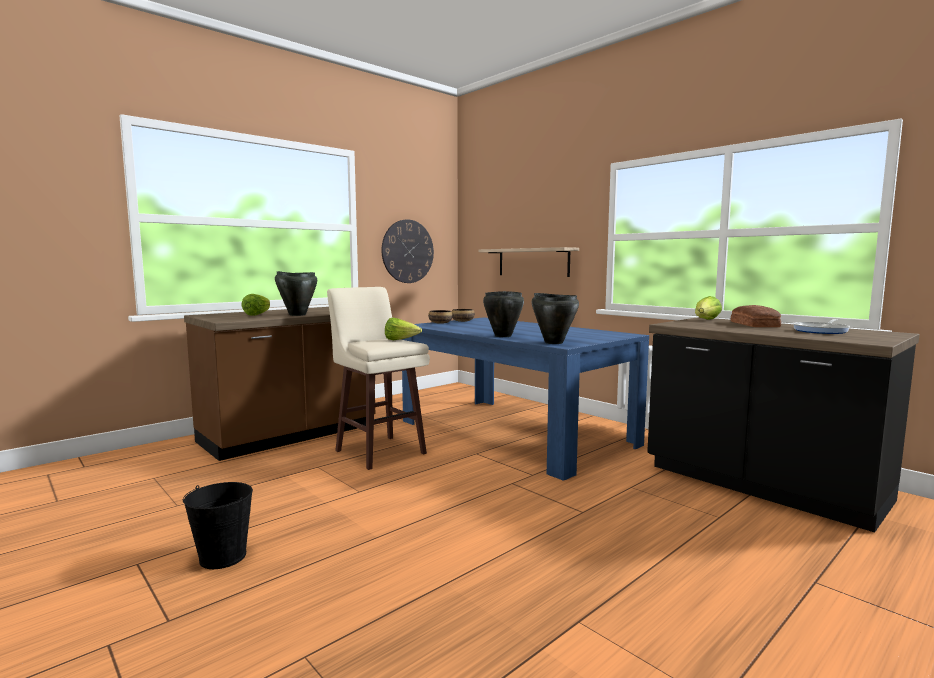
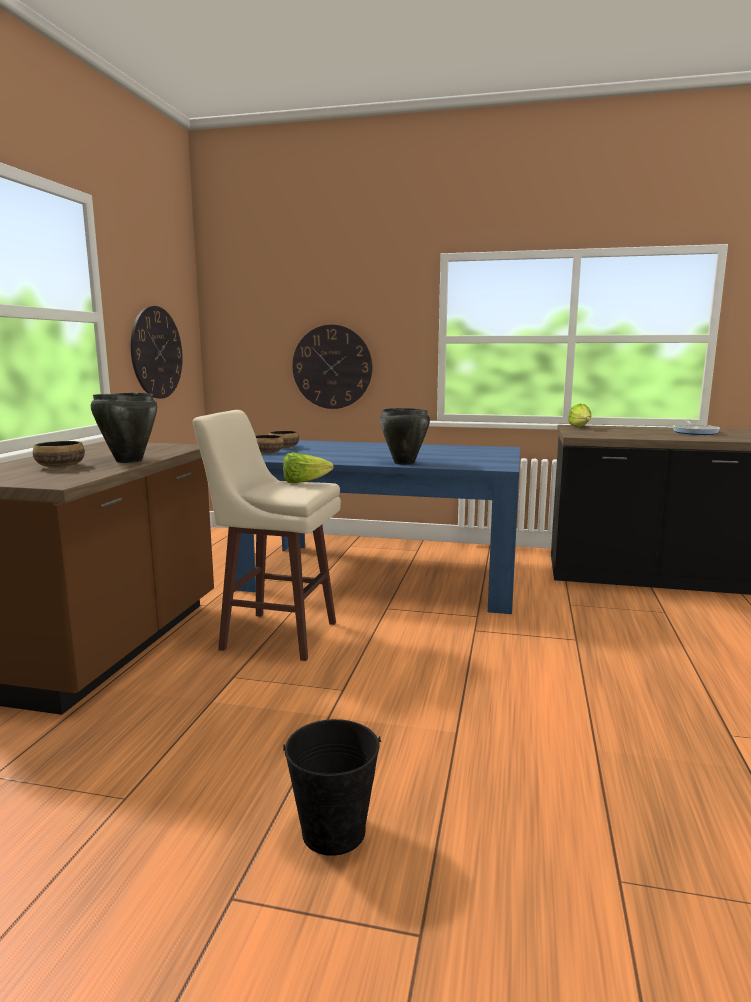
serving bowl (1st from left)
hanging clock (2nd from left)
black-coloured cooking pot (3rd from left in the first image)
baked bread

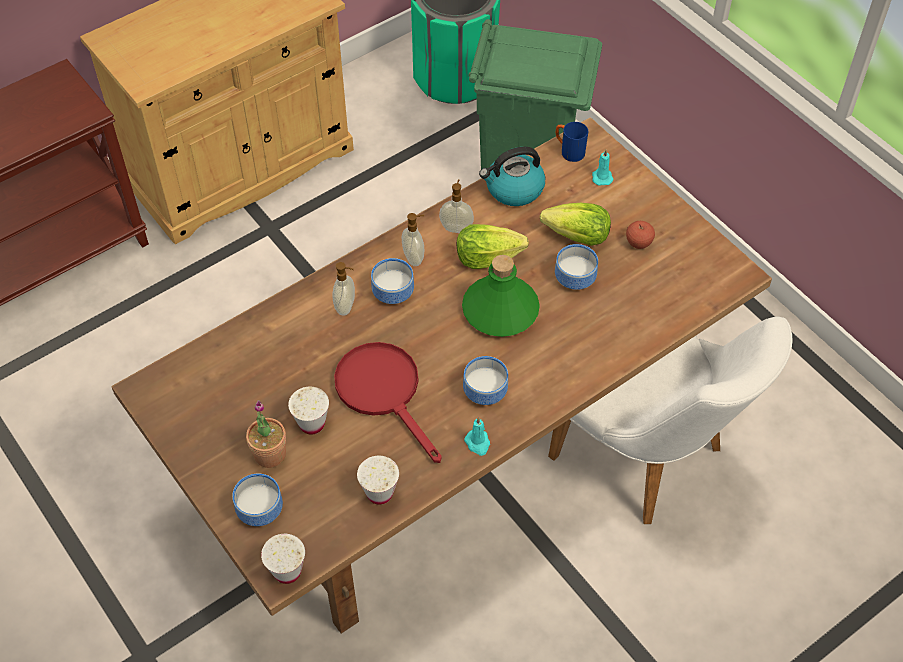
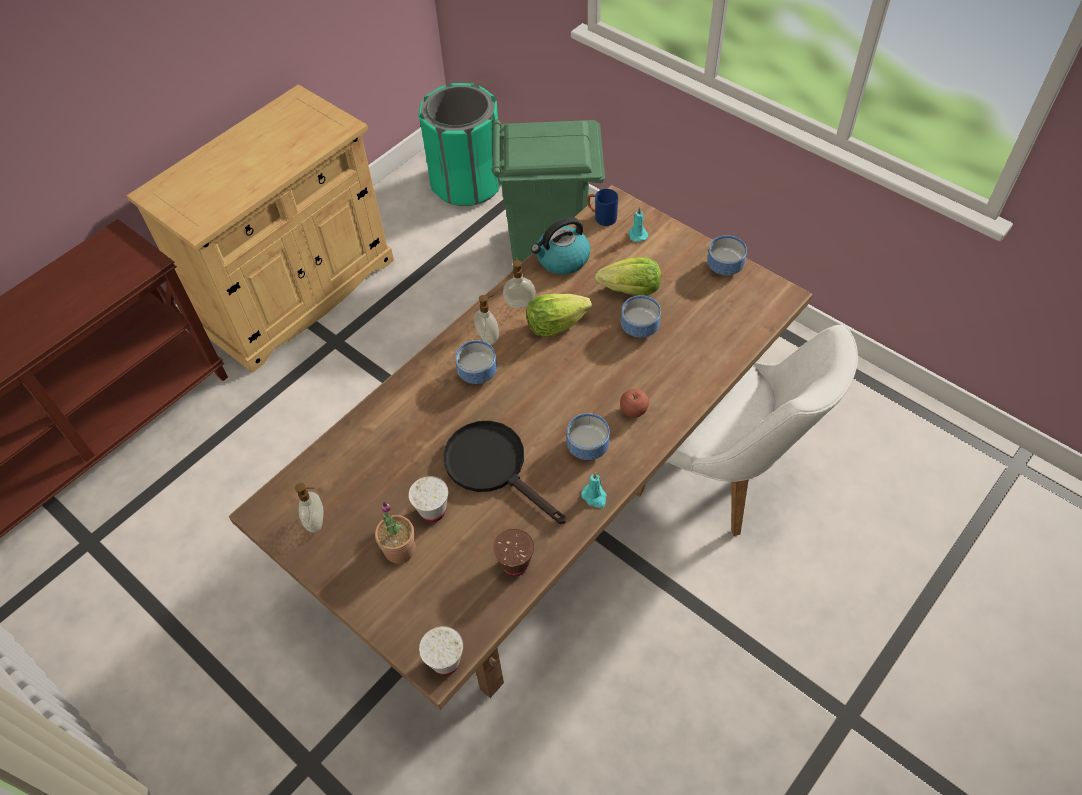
soap bottle (1st from left)
black-coloured pan
brown drinking cup
whole apple
serving bowl (4th from left)
green beverage bottle

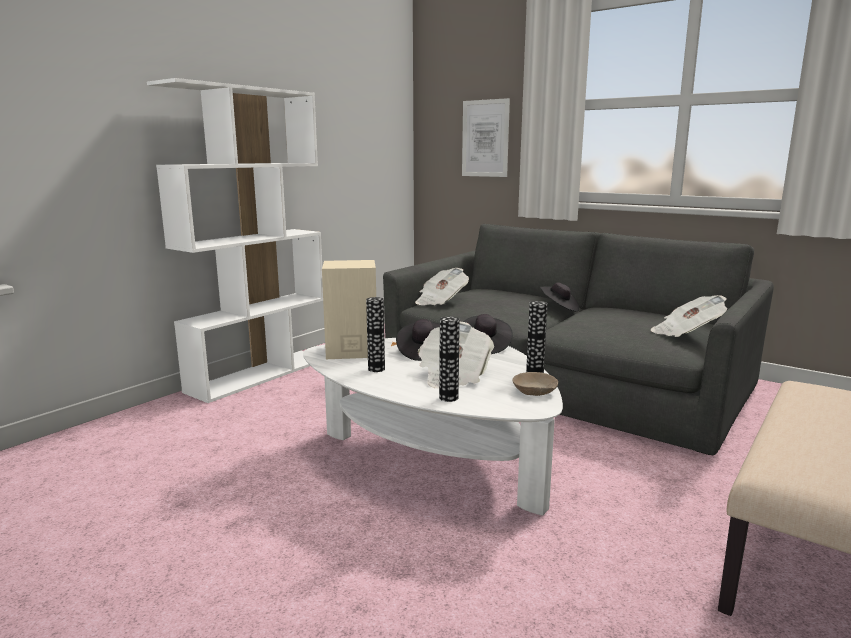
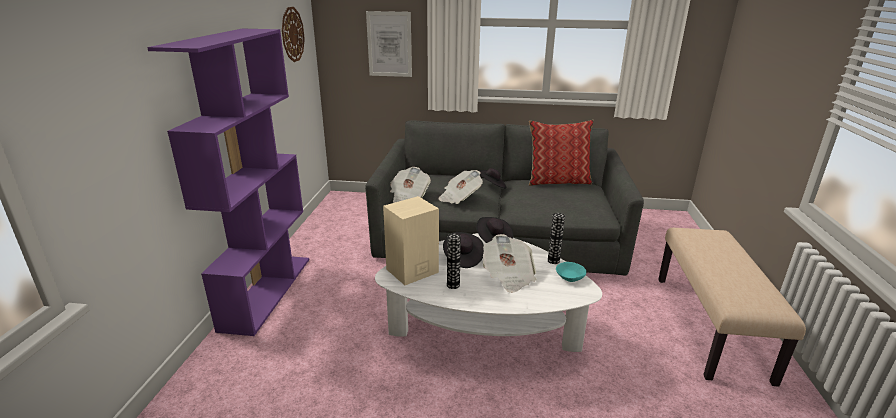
purplish bookcase
hanging clock
newspaper (2nd from left)
cushion
blue-green serving bowl
decorative vase (2nd from left in the first image)

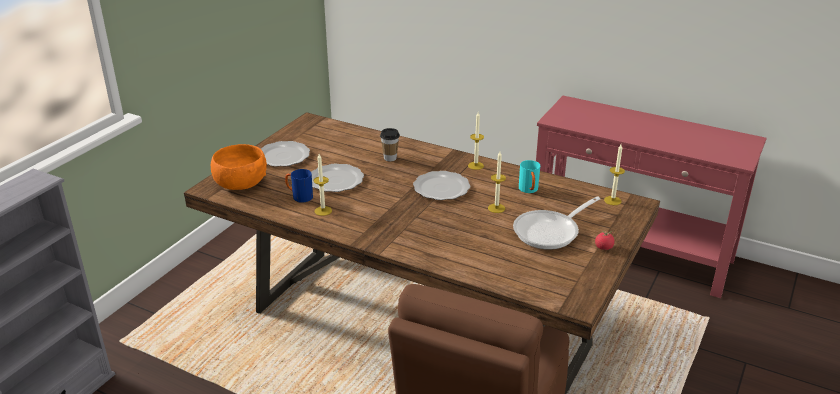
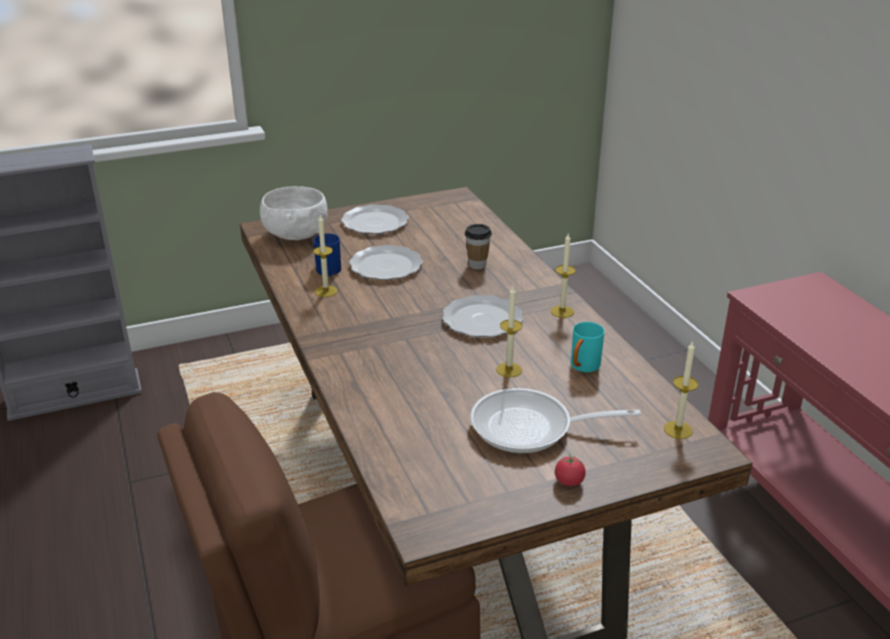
white-coloured serving bowl

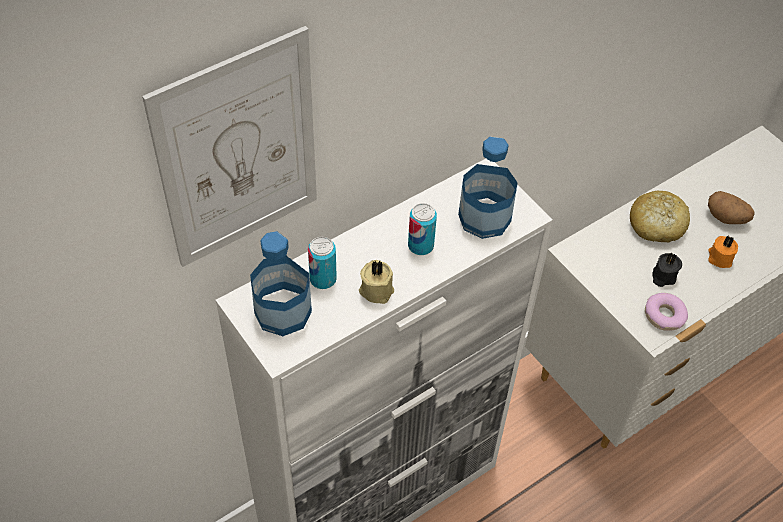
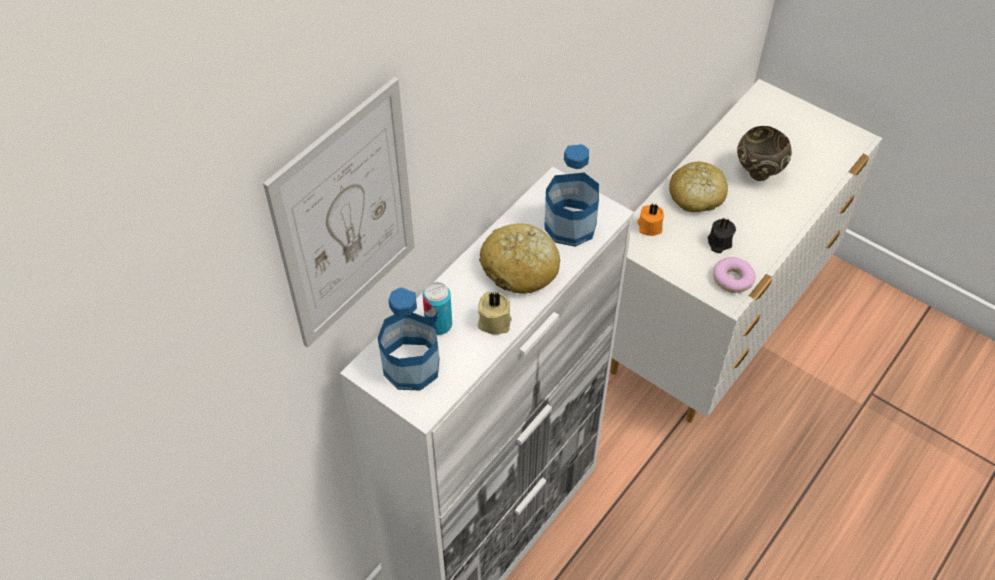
baked bread (1st from left)
orangey candle
brown serving bowl

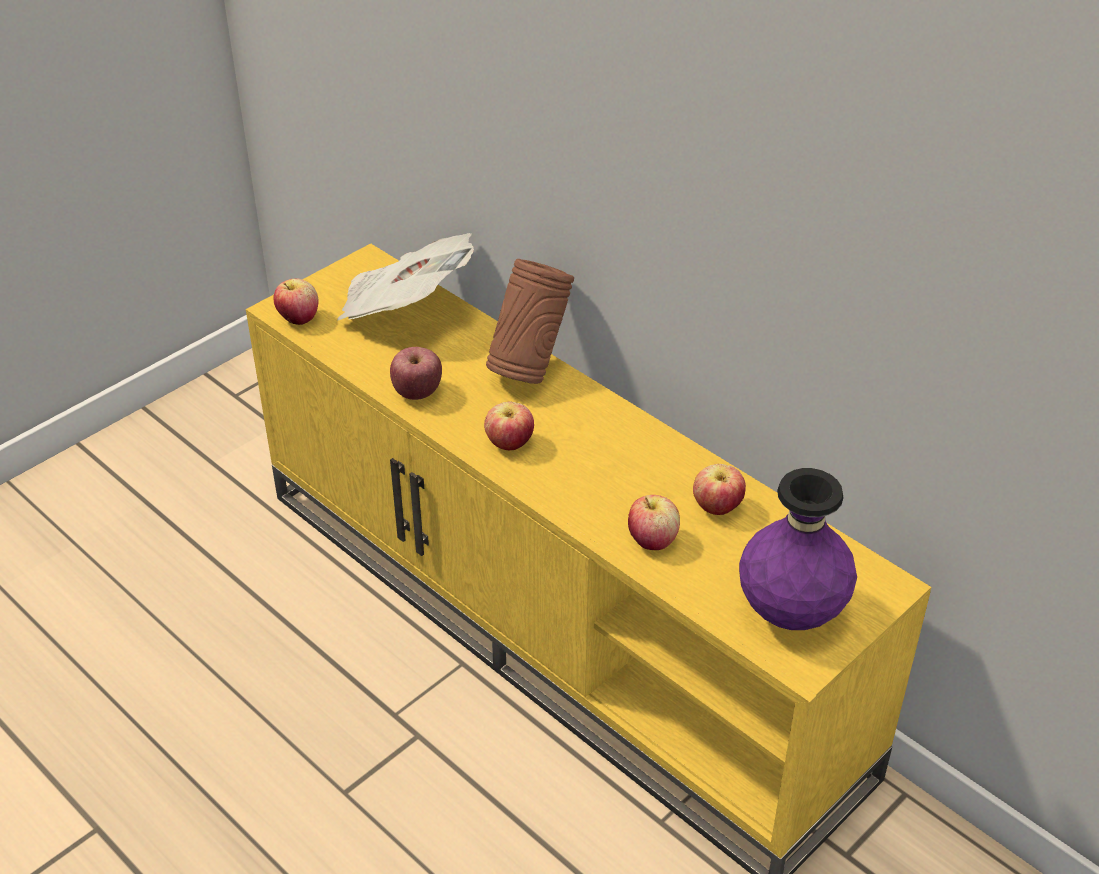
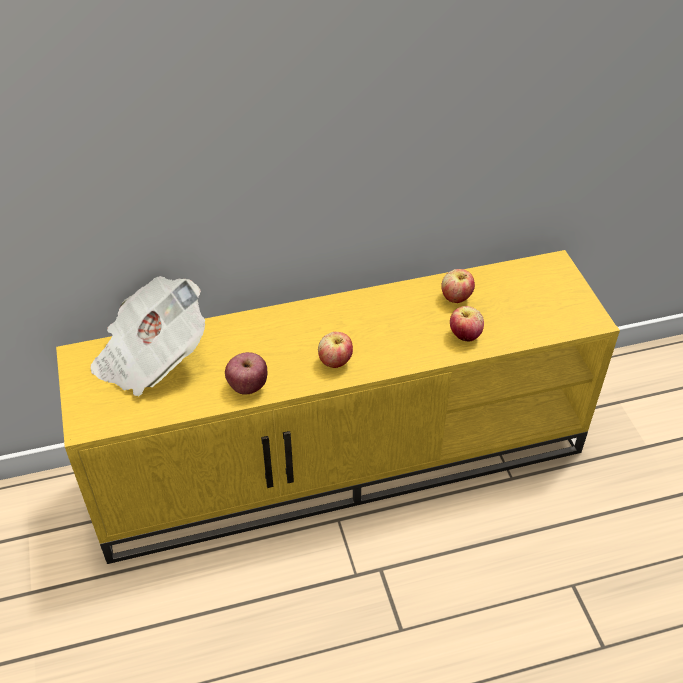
whole apple (1st from left in the first image)
brown decorative vase
purplish decorative vase

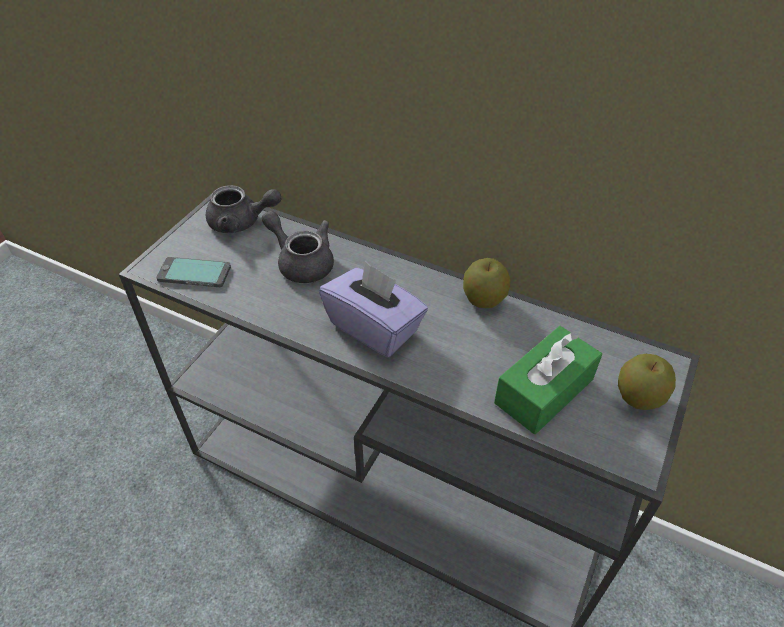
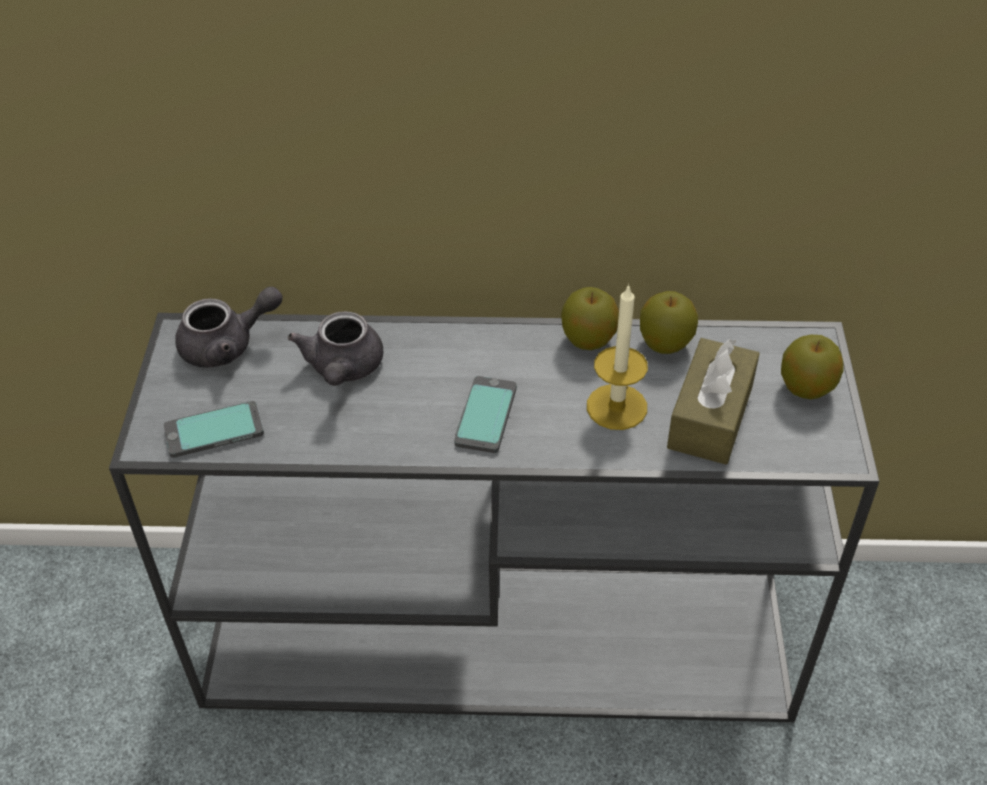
greyish pot for tea (2nd from left)
telephone (2nd from left)
candle
whole apple (2nd from left)
brown box of tissues

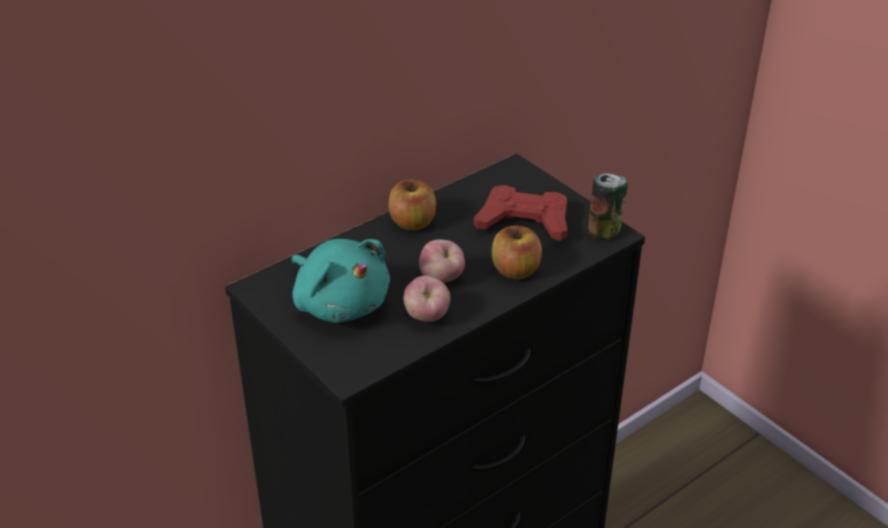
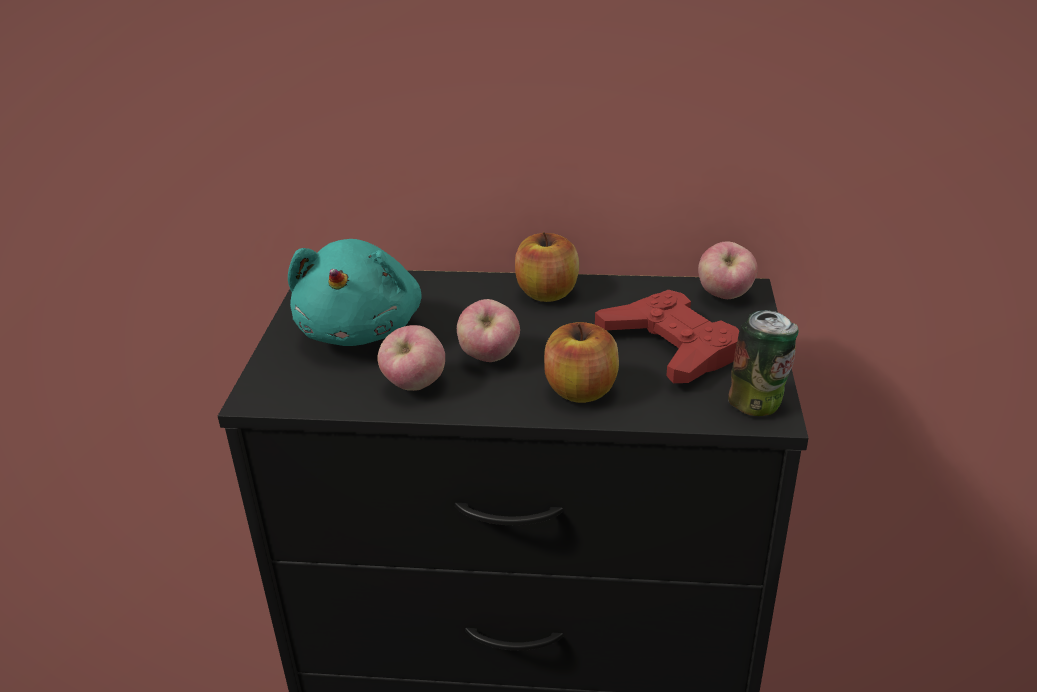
whole apple (5th from left)

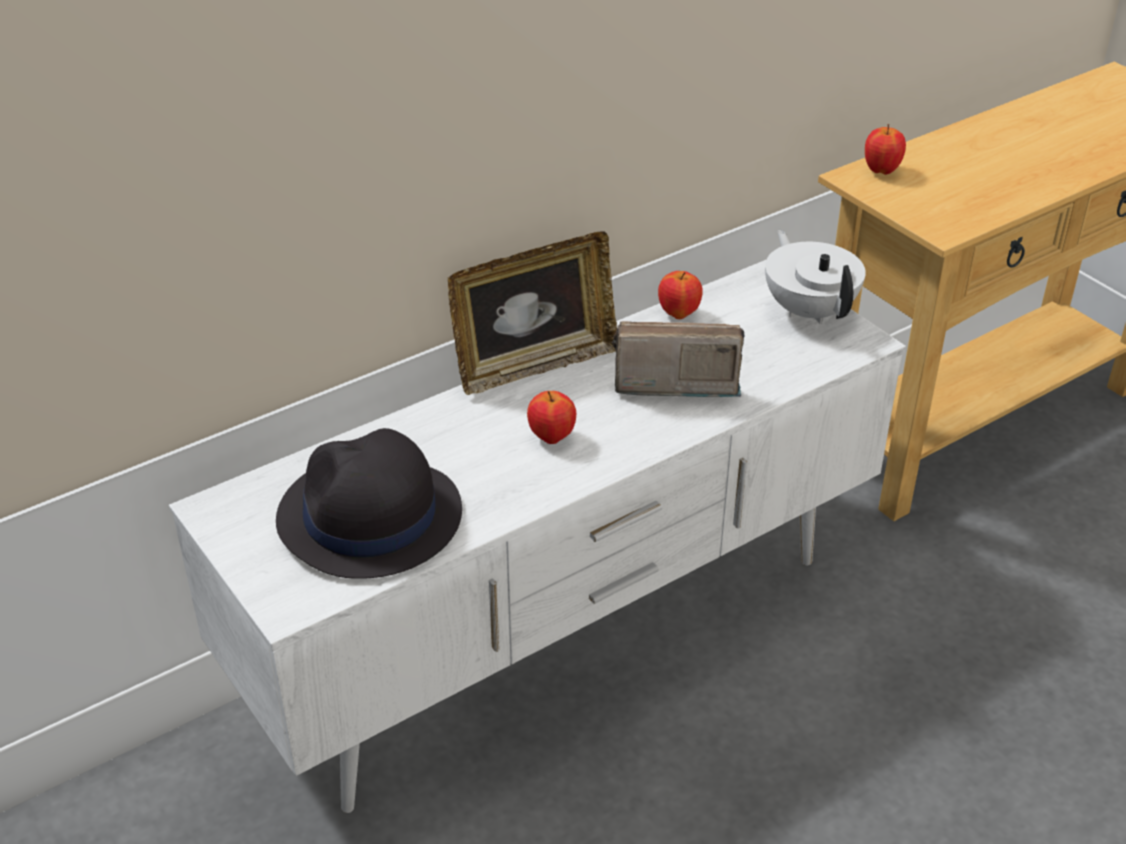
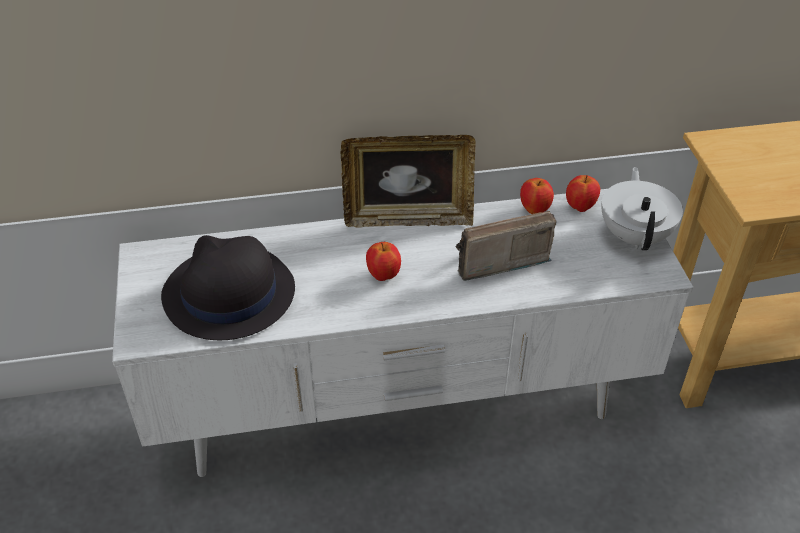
radio receiver
whole apple (3rd from left)

